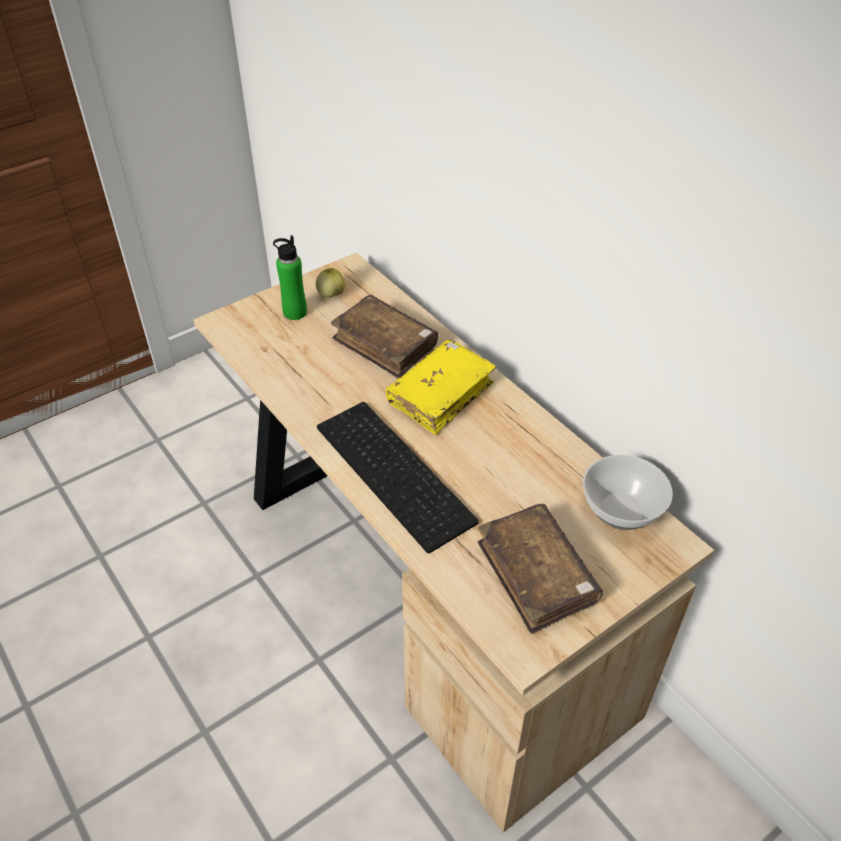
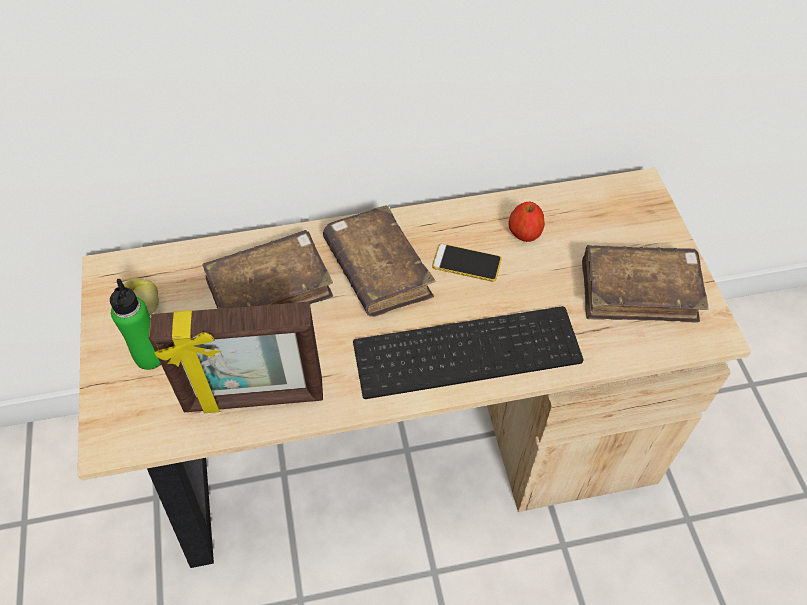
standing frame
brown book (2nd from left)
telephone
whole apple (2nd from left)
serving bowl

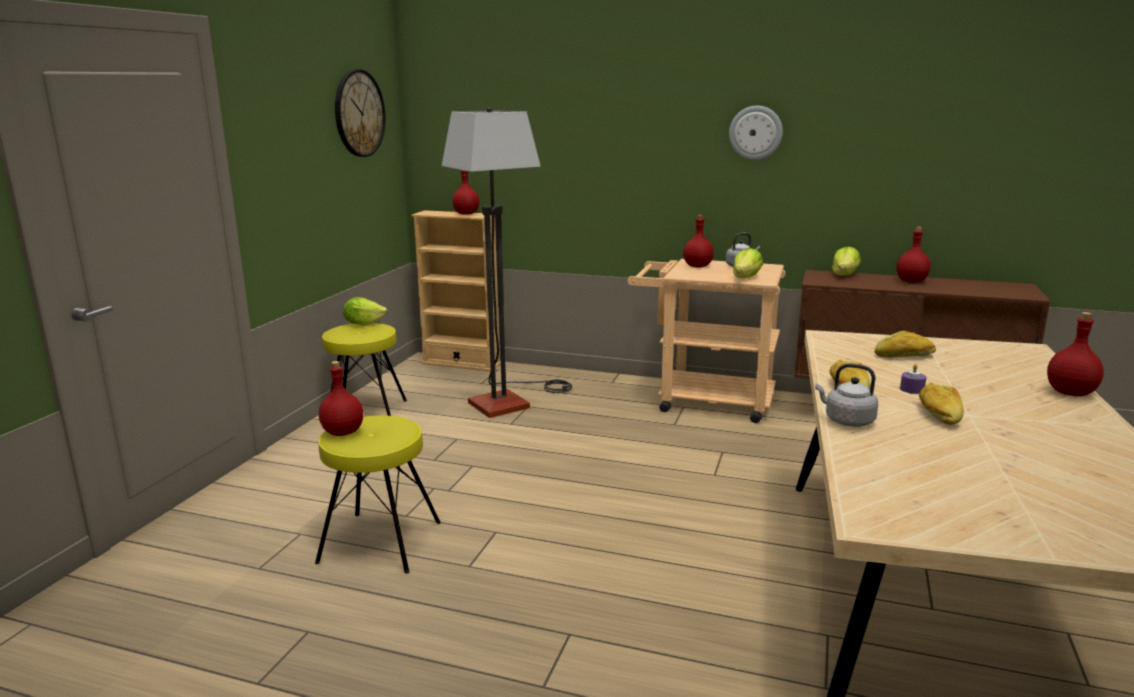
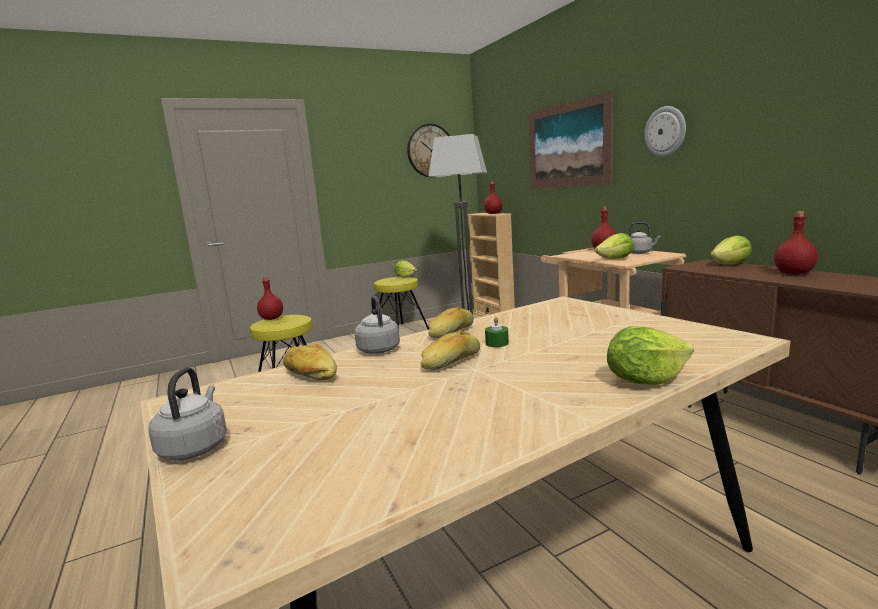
greyish water kettle (1st from left)
baked bread (1st from left)
green candle
picture
lettuce head (3rd from left)

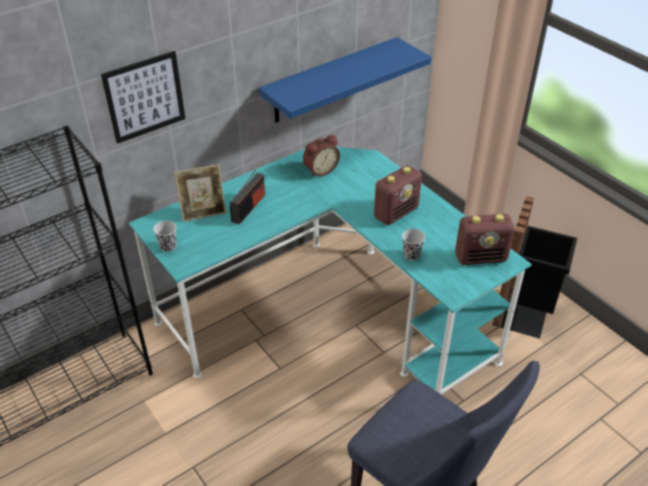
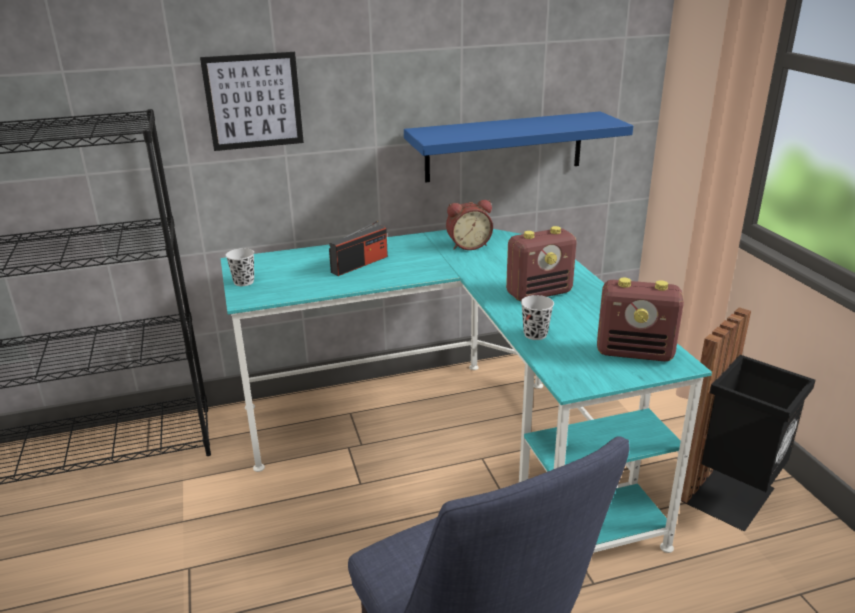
standing frame

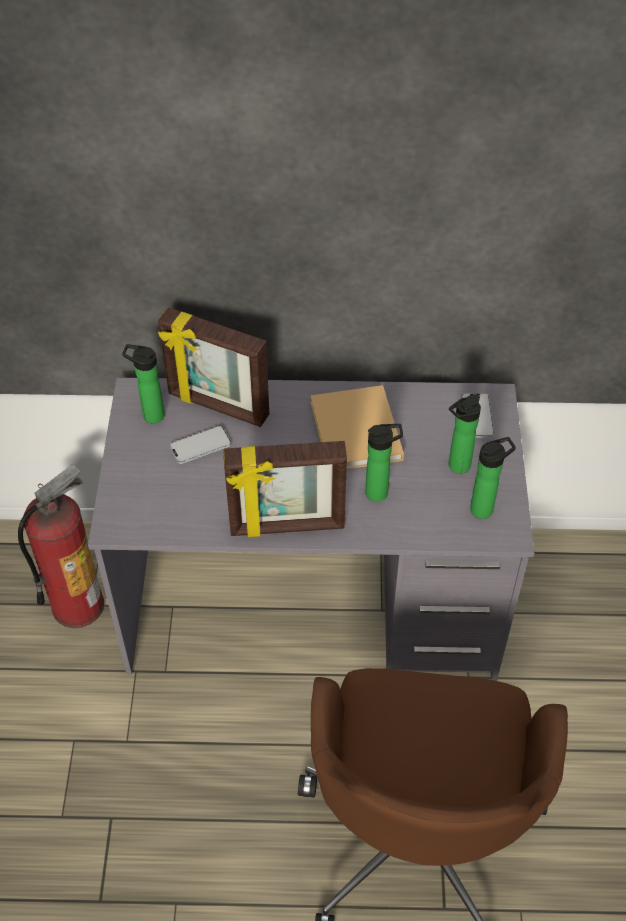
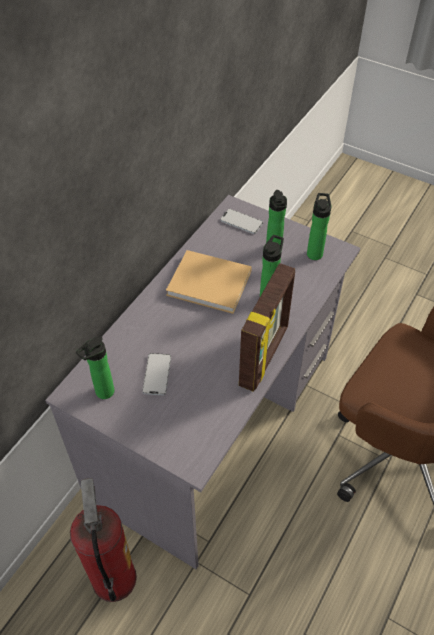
standing frame (1st from left in the first image)

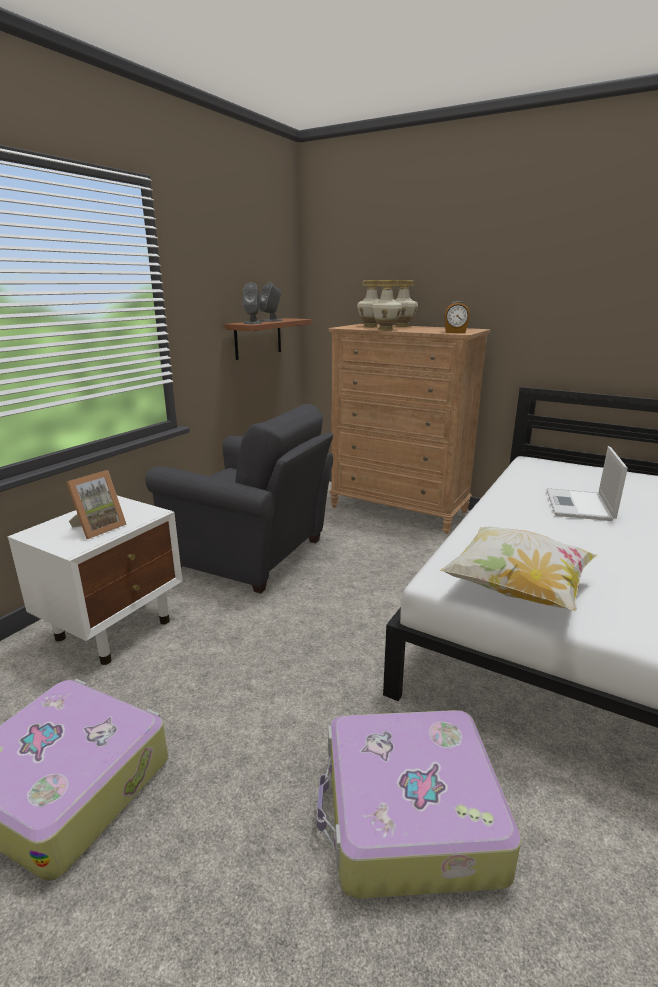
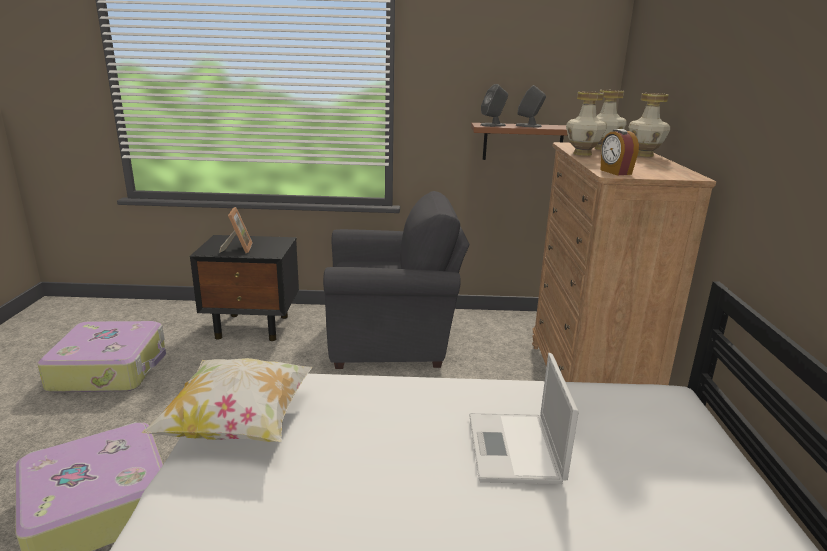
black-coloured night table
standing frame
greyish lounge chair
notebook computer

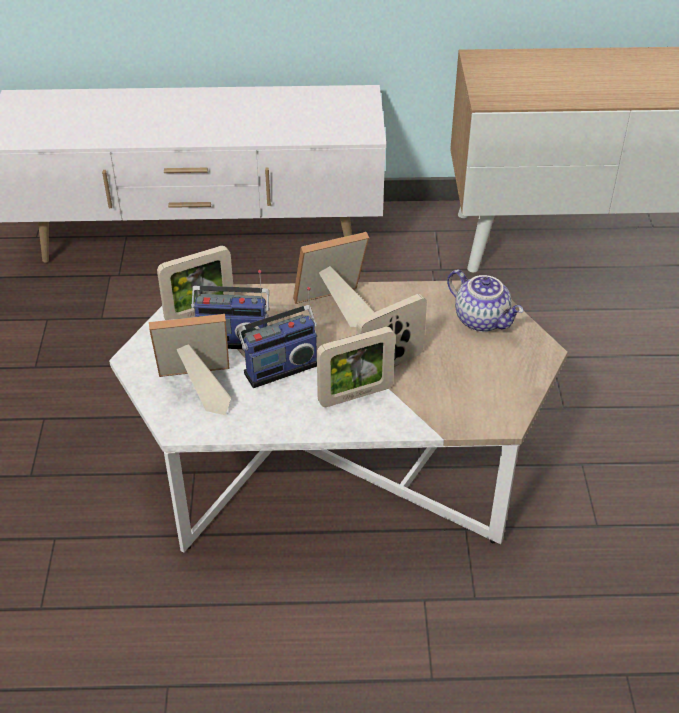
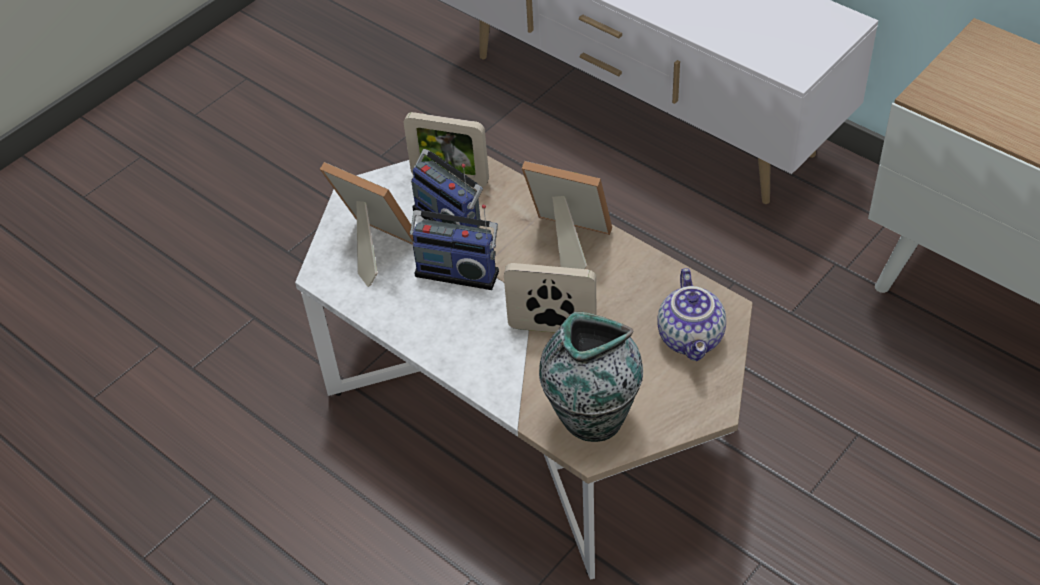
decorative vase
standing frame (4th from left in the first image)

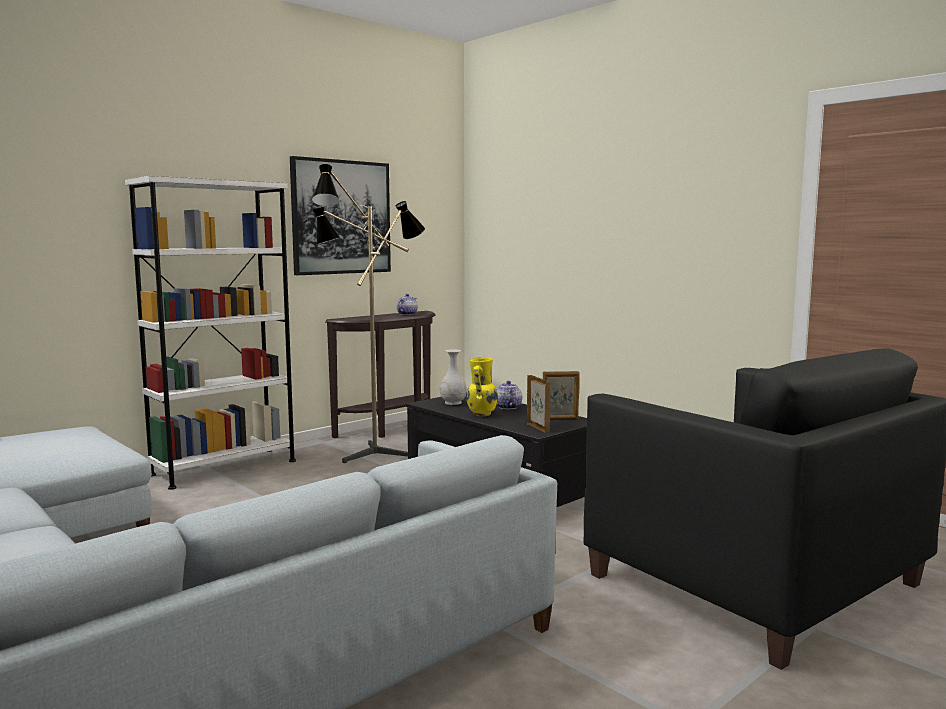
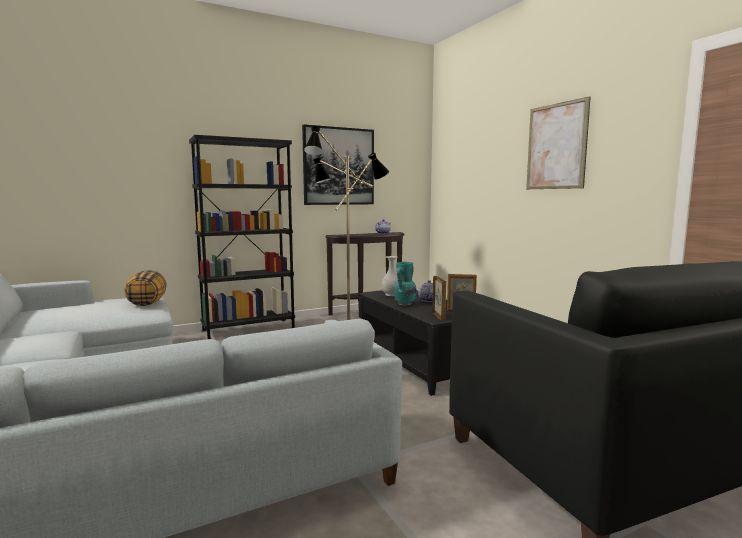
cushion
black-coloured bookcase
blue-green decorative vase
picture (2nd from left)

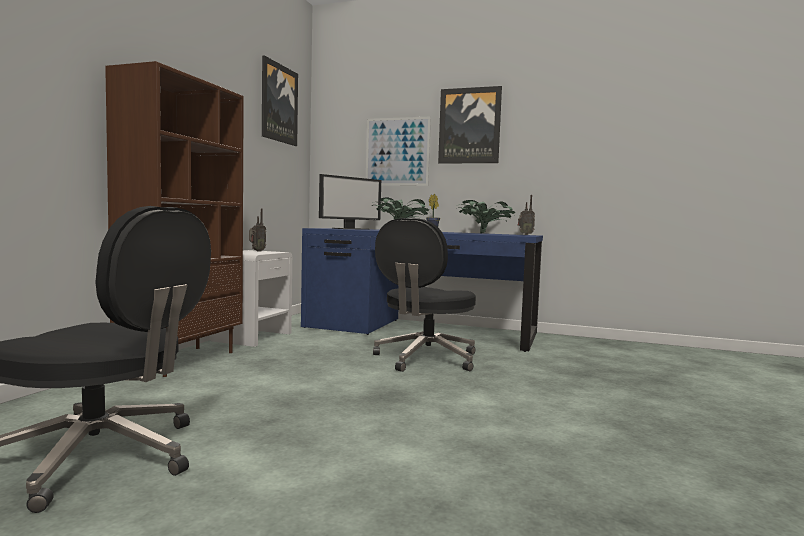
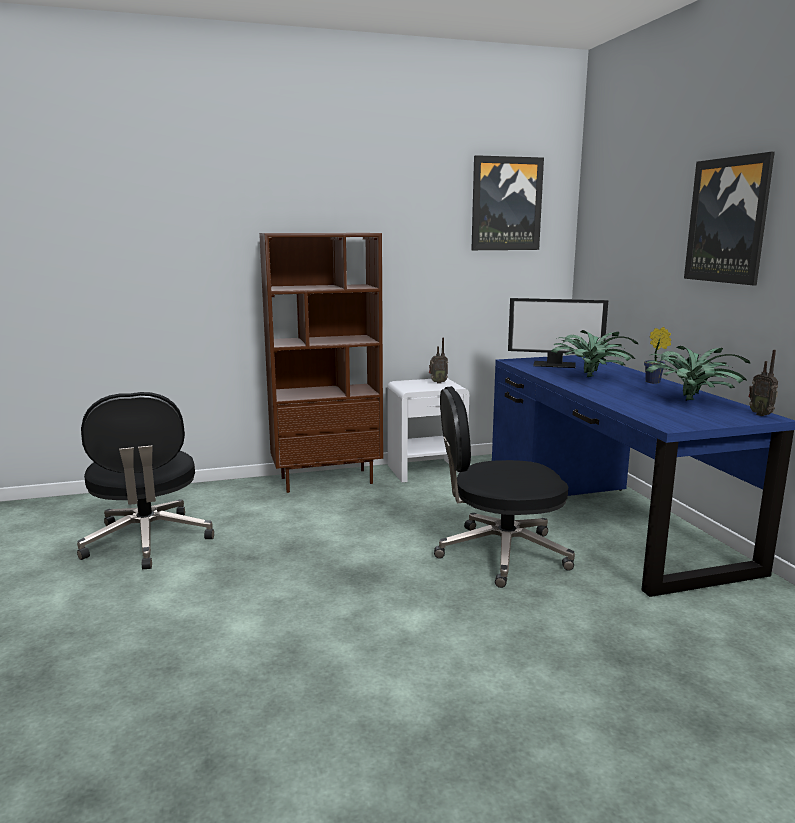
picture (2nd from left in the first image)

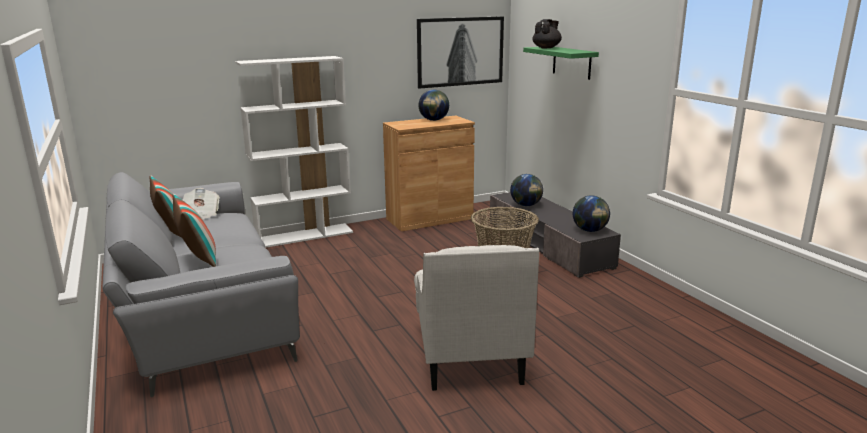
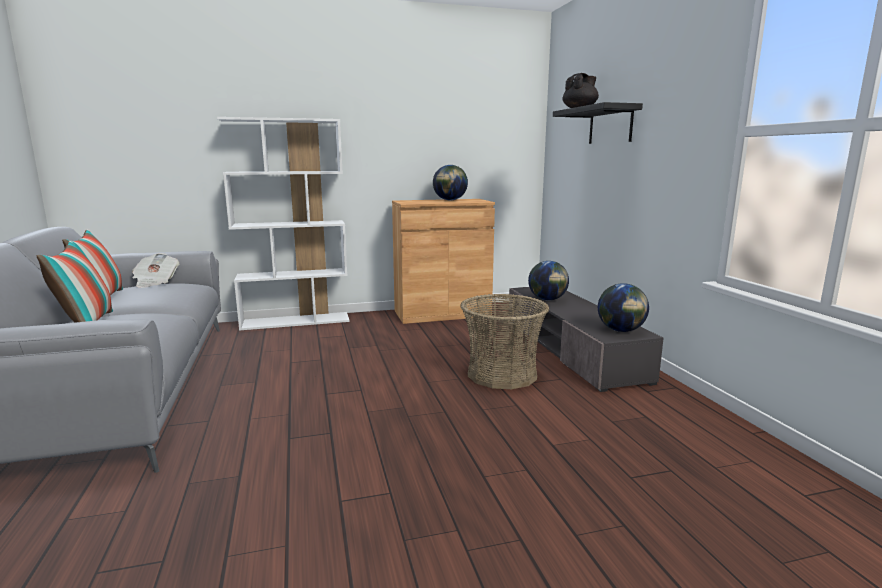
black-coloured bracket shelf
white-coloured lounge chair
picture

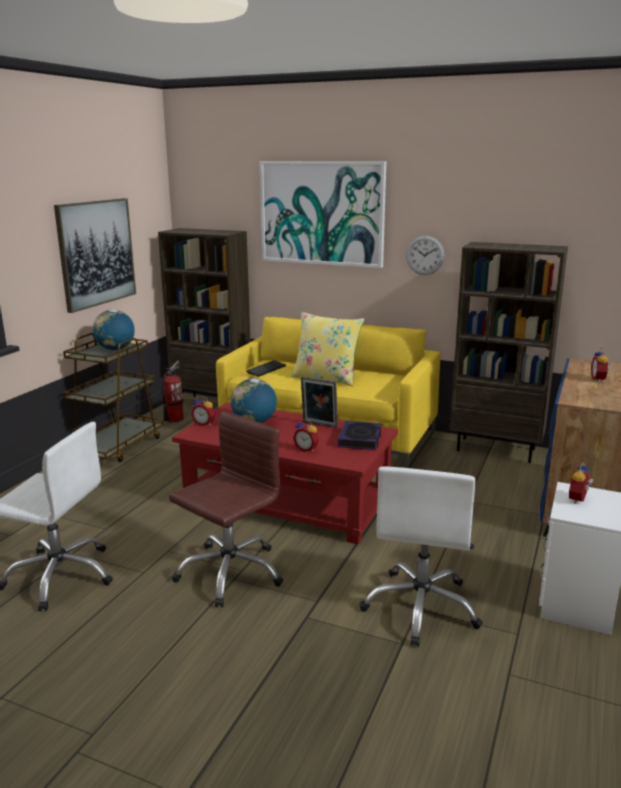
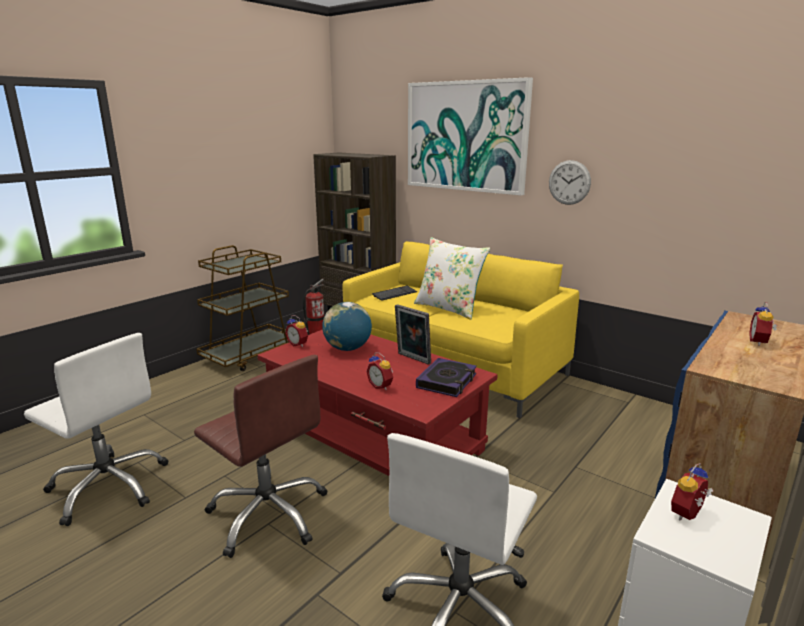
brown desk chair
white-coloured cushion
picture (1st from left in the first image)
globe (1st from left in the first image)
brown bookcase (2nd from left in the first image)

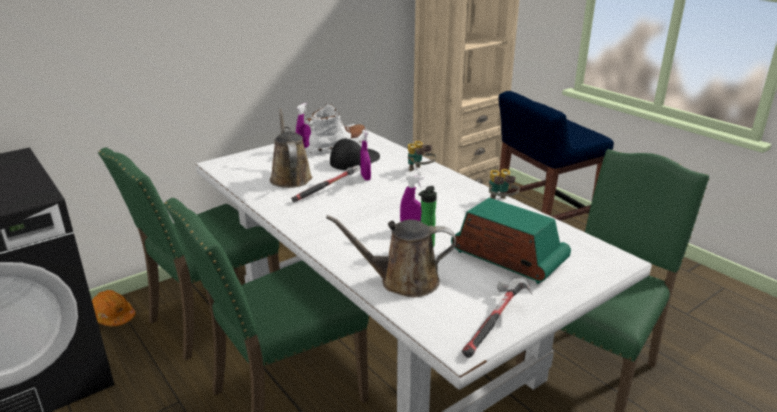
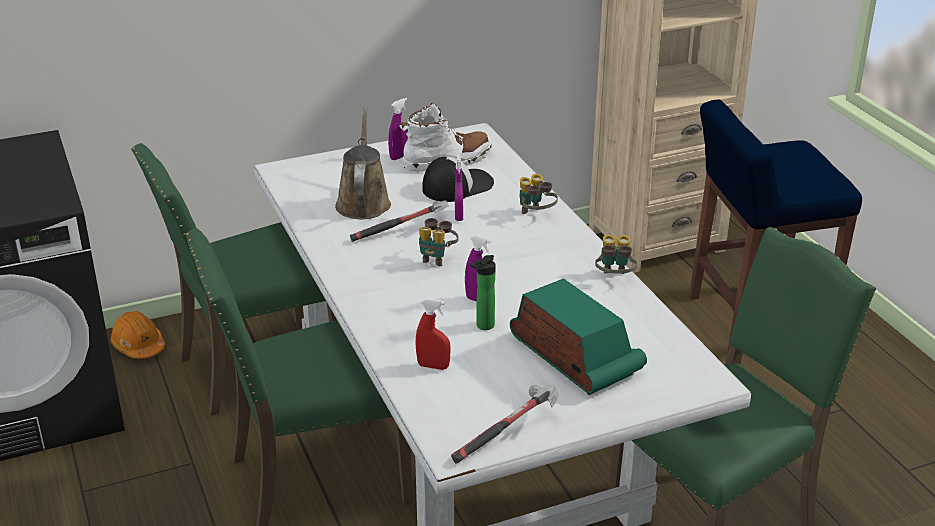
reddish sprayer
pair of binoculars (1st from left)

